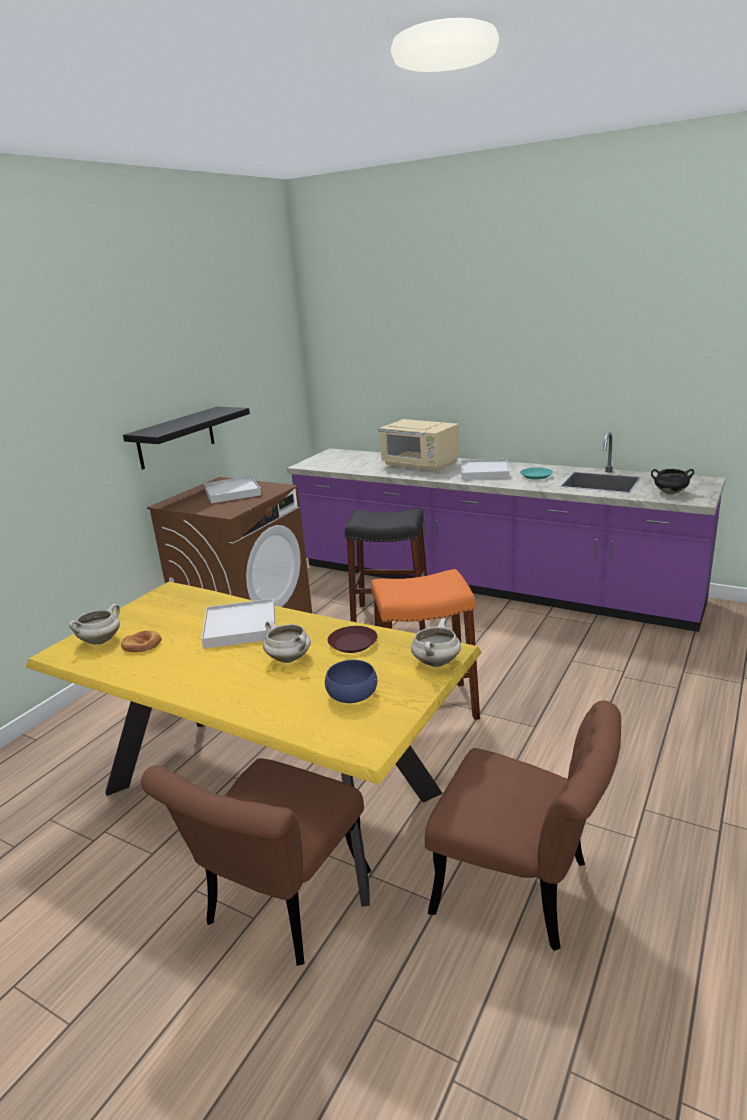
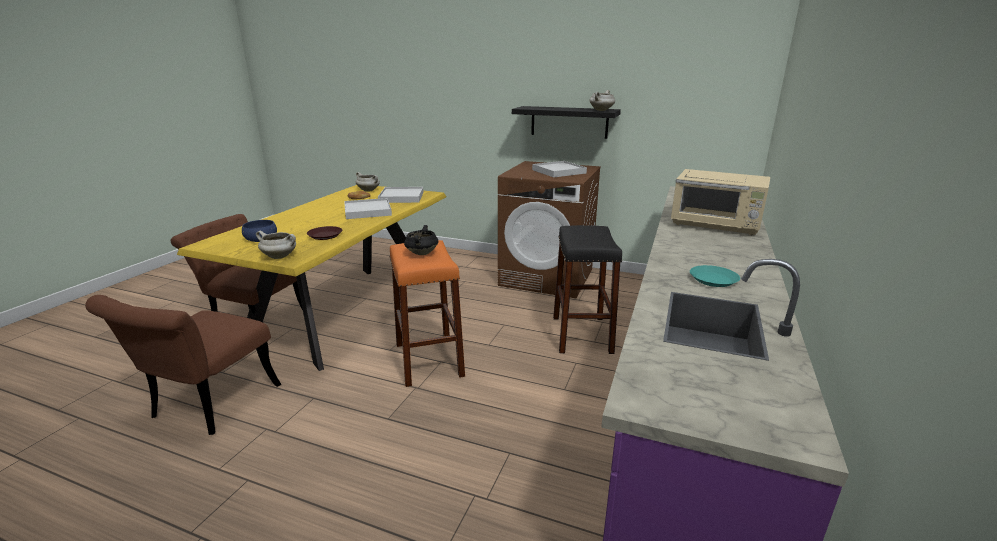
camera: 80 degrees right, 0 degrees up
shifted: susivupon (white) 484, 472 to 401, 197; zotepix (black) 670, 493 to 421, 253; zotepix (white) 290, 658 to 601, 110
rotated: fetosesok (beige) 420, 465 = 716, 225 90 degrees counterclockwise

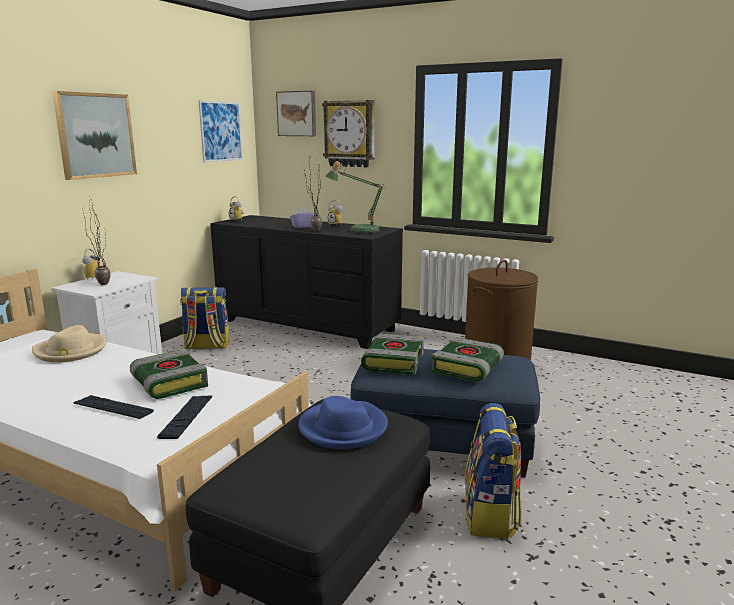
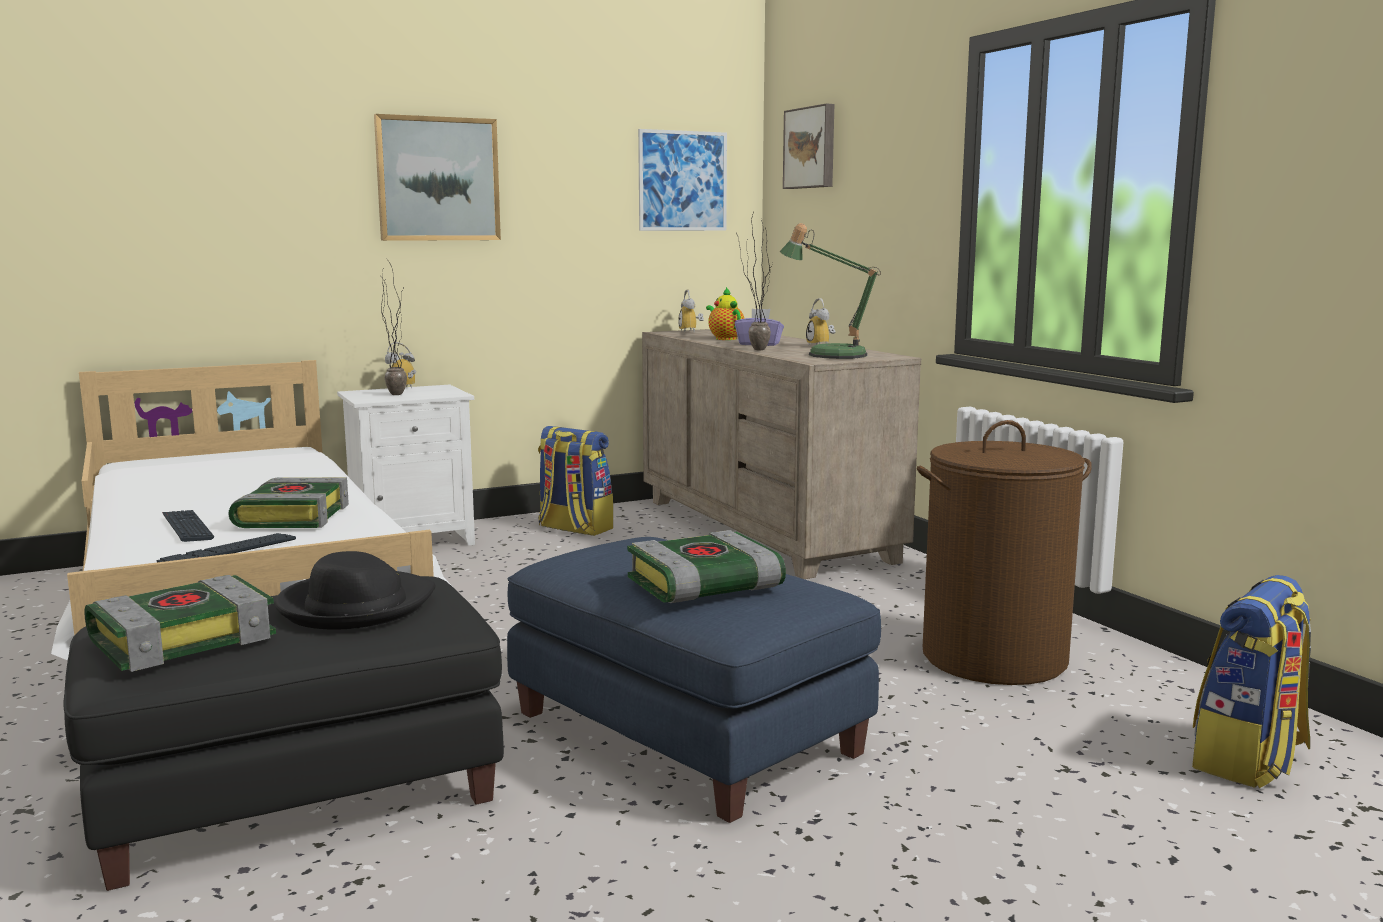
camera: 35 degrees right, 5 degrees down
gone: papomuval 350, 134; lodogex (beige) 70, 351
new: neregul 724, 338
shifted: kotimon 393, 361 to 184, 638; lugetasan 491, 515 to 1249, 760
repainted: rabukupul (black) 307, 325 to rabukupul (beige) 763, 530; lodogex (blue) 343, 428 to lodogex (black) 355, 606

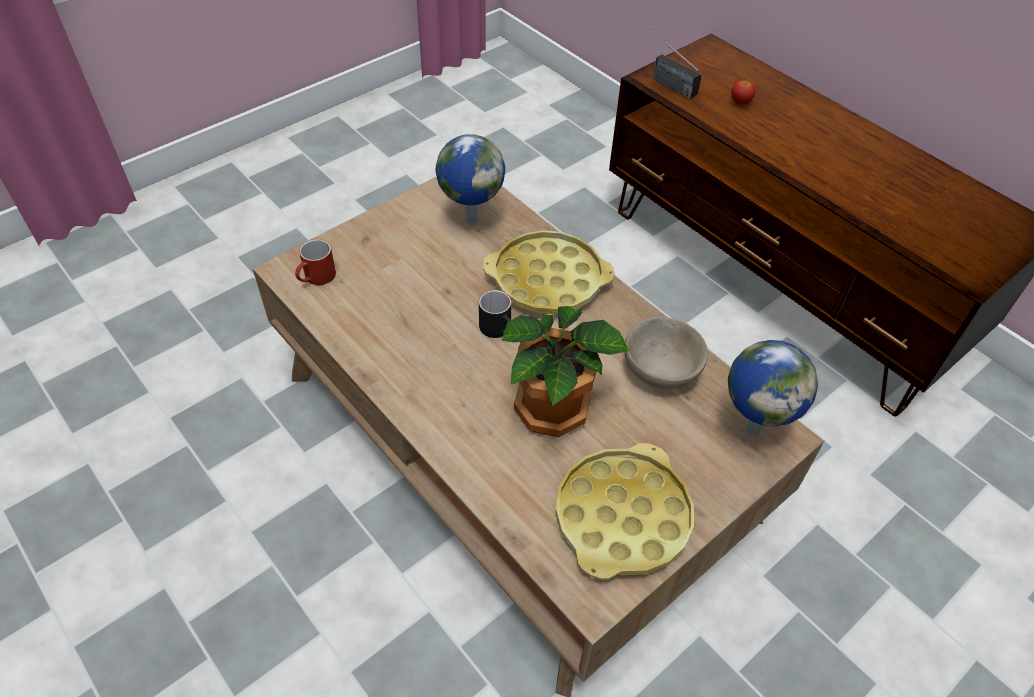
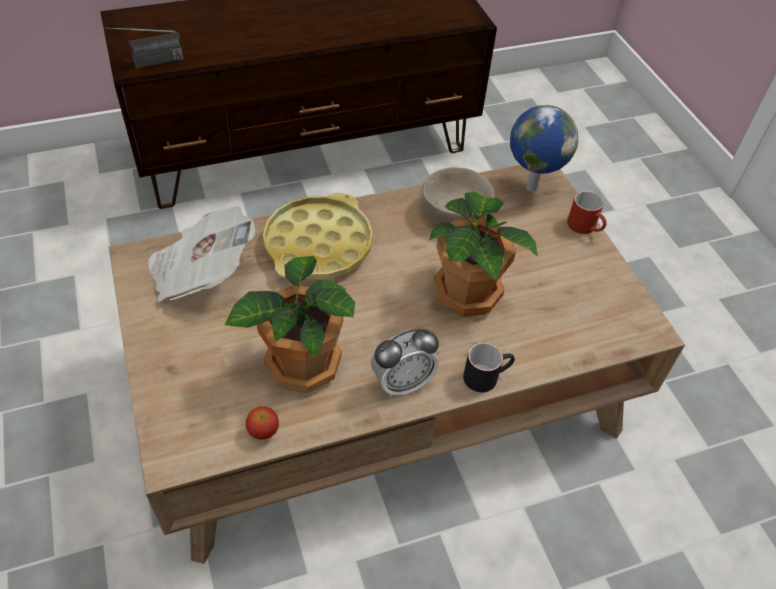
camera: 70 degrees left, 0 degrees up
gone: susivupon (yellow) 622, 517
new: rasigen 300, 364; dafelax 402, 382
shifted: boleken 740, 102 to 263, 431; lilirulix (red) 317, 278 to 586, 227; lilirulix (black) 499, 329 to 486, 376
swapped: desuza 470, 220 to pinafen 202, 273

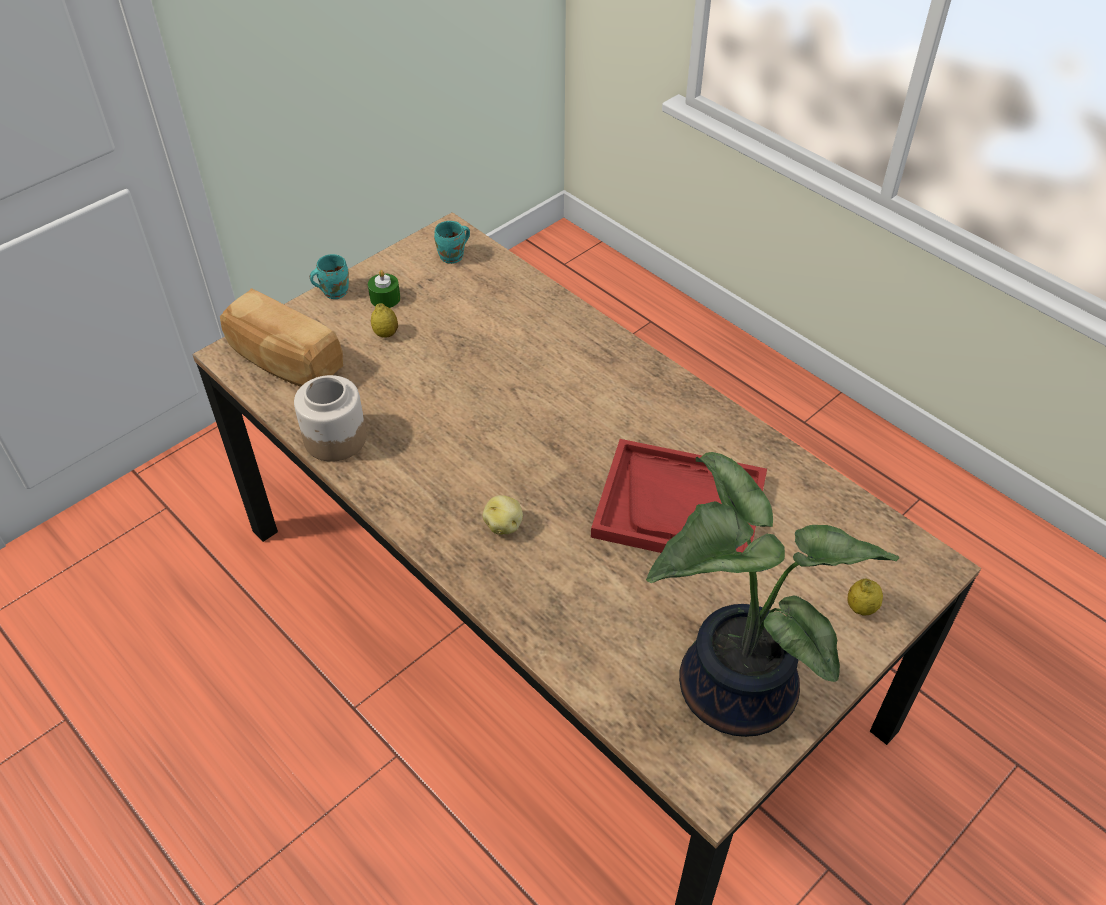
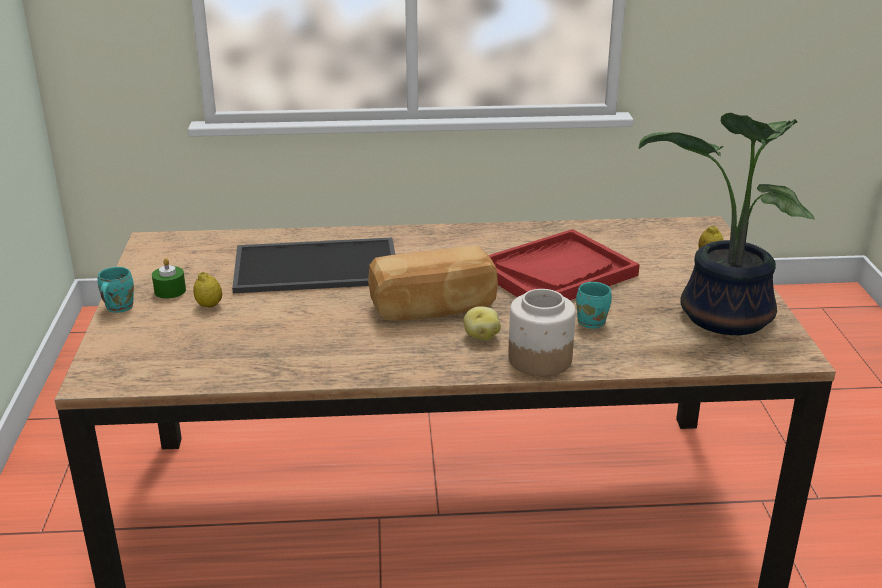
camera: 50 degrees left, 20 degrees down
new: susivupon 318, 265
shifted: lilirulix (turquoise) 454, 257 to 593, 322; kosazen 284, 361 to 434, 308; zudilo 334, 438 to 539, 359

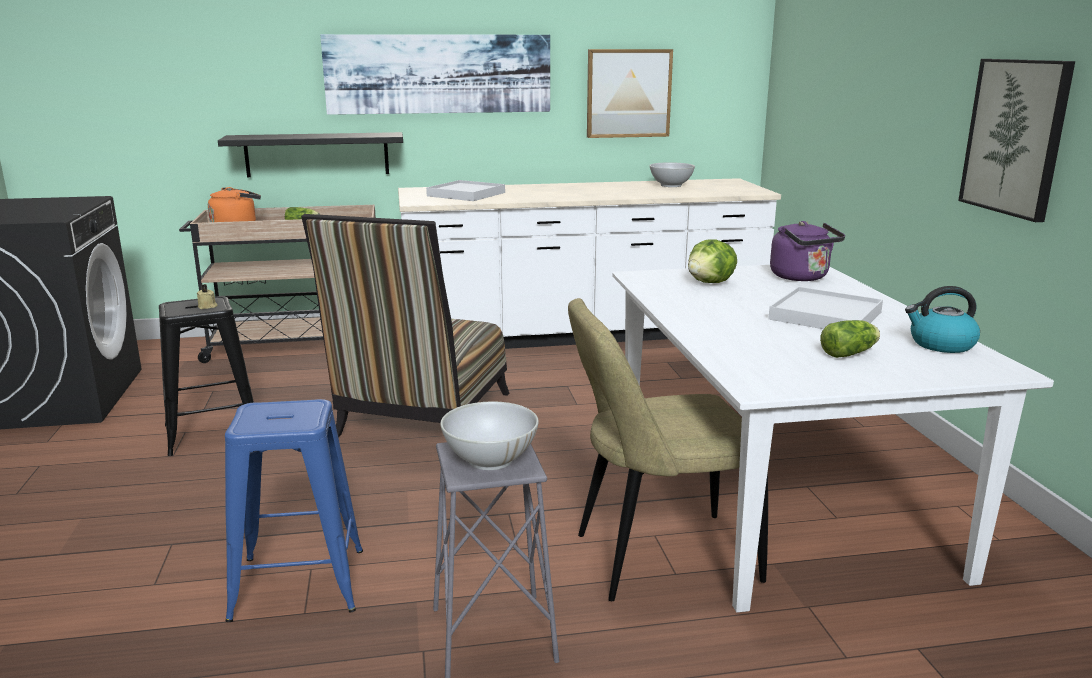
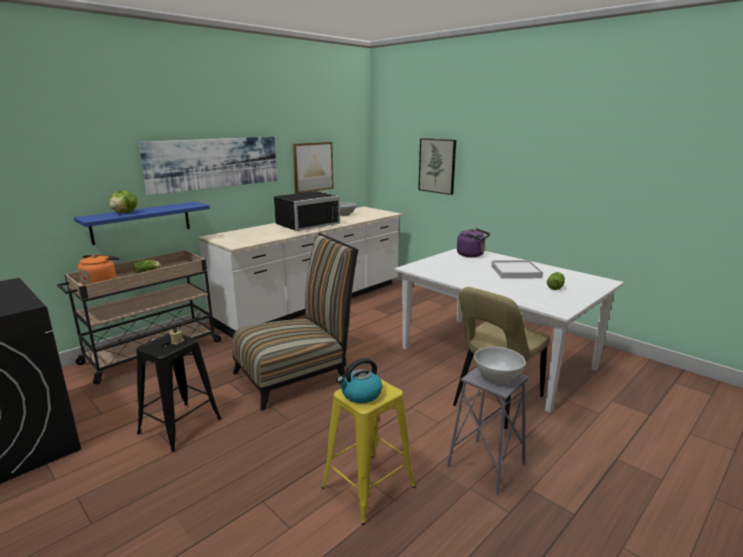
camera: 35 degrees left, 0 degrees up
gone: susivupon (white) 466, 194
new: fetosesok (black) 305, 224
shifted: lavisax 1016, 137 to 437, 166; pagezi 711, 283 to 125, 213; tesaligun 941, 344 to 360, 394
repainted: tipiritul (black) 317, 154 to tipiritul (blue) 141, 222; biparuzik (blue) 298, 584 to biparuzik (yellow) 368, 487
rotated: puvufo 420, 419 = 297, 374 105 degrees counterclockwise

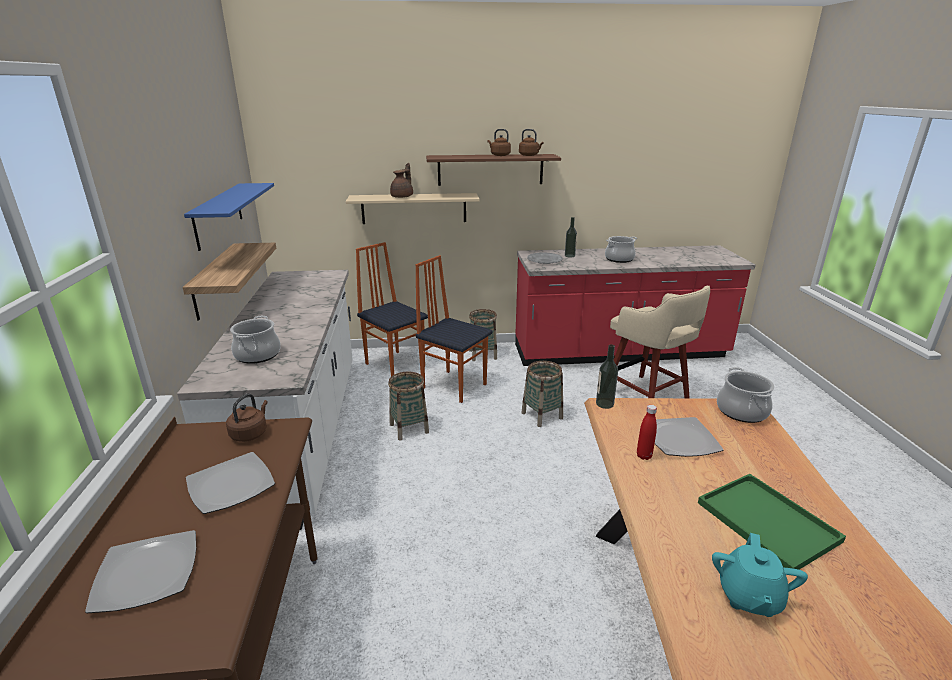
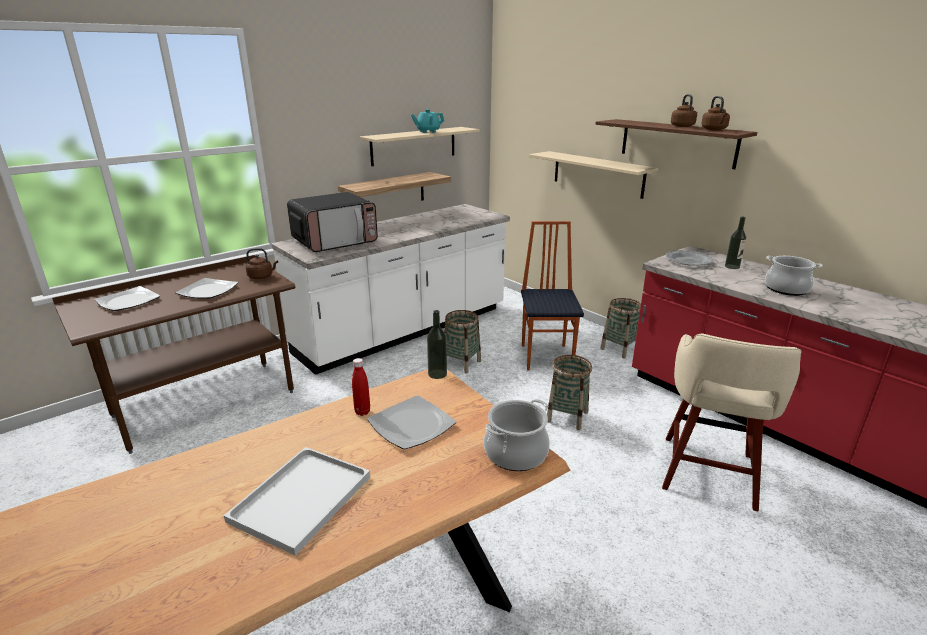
camera: 55 degrees right, 0 degrees up
gone: neregul (brown) 403, 196; puvufo 395, 364
shifted: neregul (turquoise) 749, 597 to 428, 131
swapped: zotepix 257, 355 to fetosesok 335, 241
repainted: tipiritul (blue) 218, 215 to tipiritul (beige) 414, 146; susivupon (green) 770, 522 to susivupon (white) 300, 500

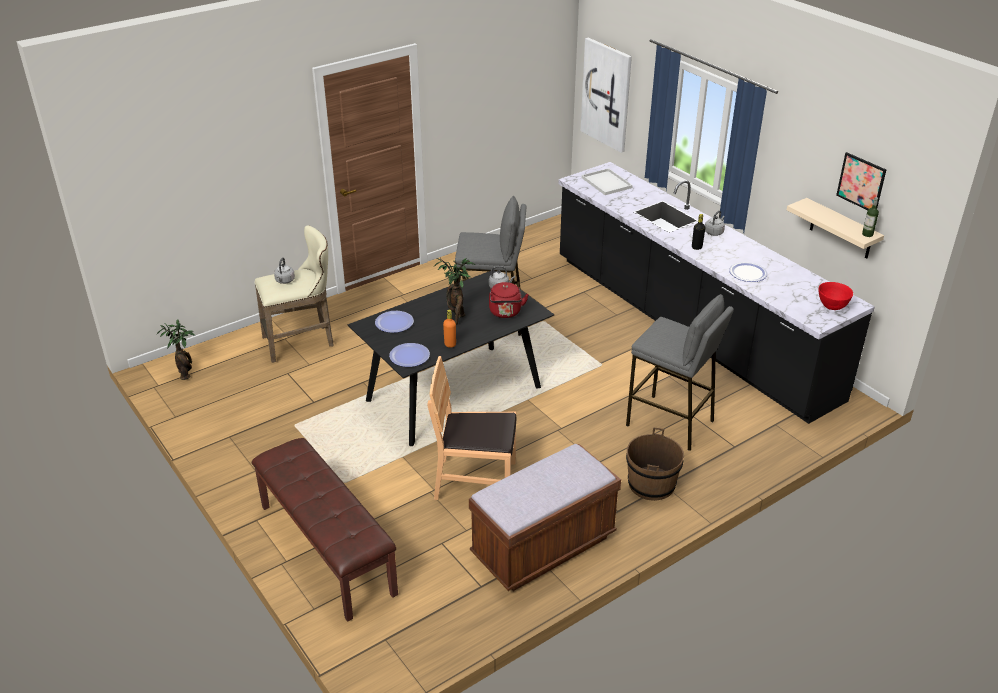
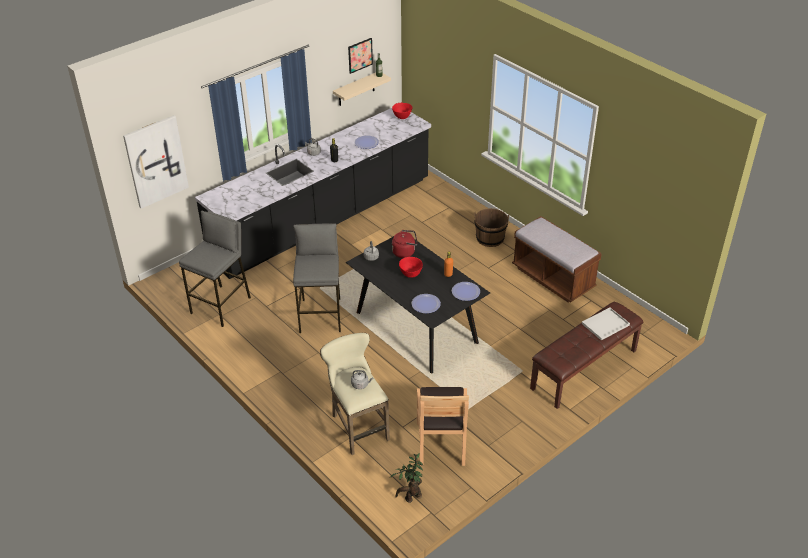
camera: 95 degrees left, 5 degrees up
shifted: susivupon (white) 607, 183 to 605, 324; biparuzik (grey) 670, 423 to 221, 305; puvufo (brown) 475, 481 to 441, 442
swapped: rasigen 457, 315 to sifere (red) 411, 274

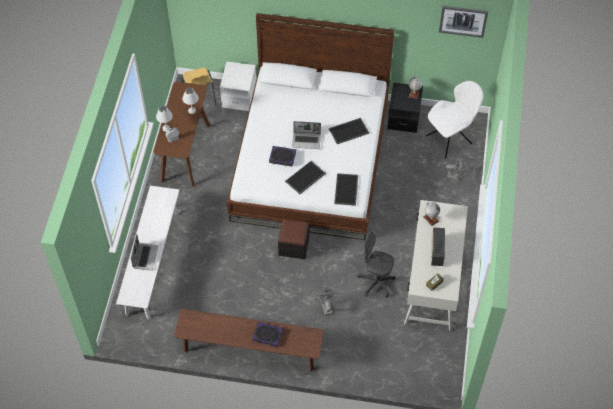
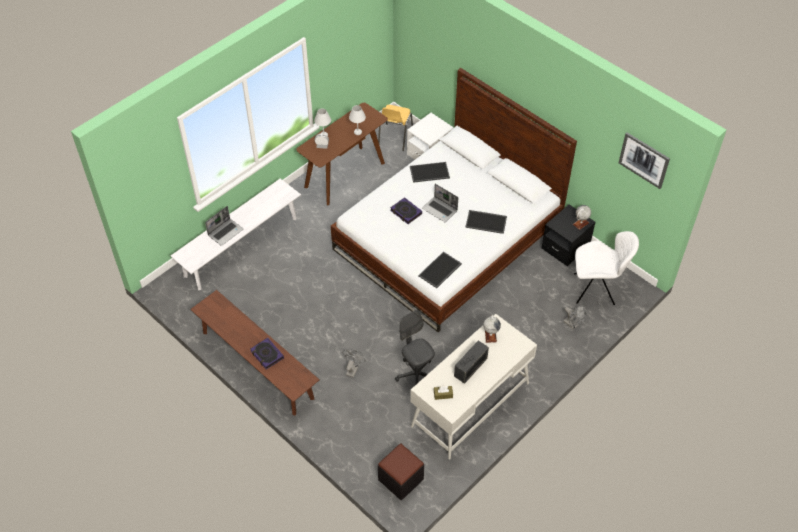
camera: 35 degrees right, 5 degrees down
shifted: susivupon 305, 178 to 429, 173; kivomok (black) 293, 246 to 400, 479

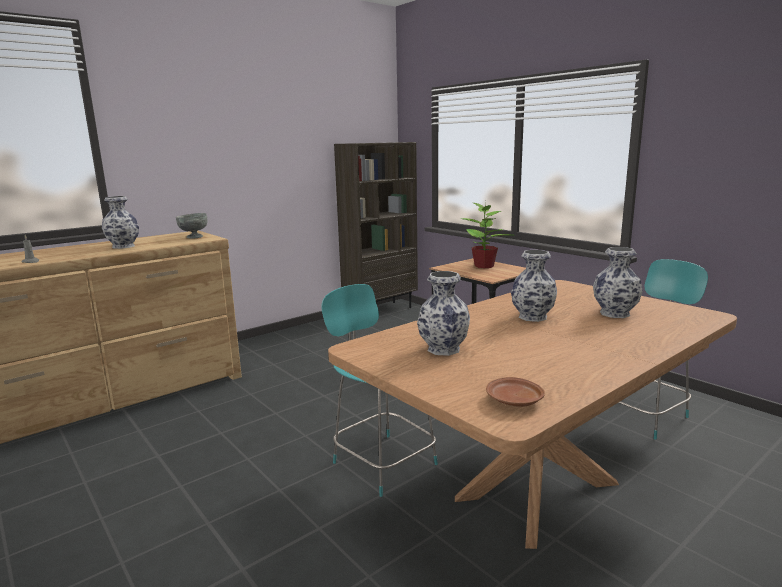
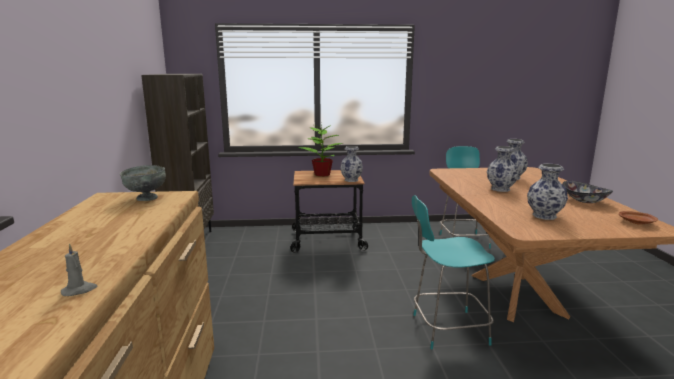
camera: 55 degrees left, 0 degrees up
new: sifere 585, 200
shifted: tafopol 123, 246 to 351, 180

